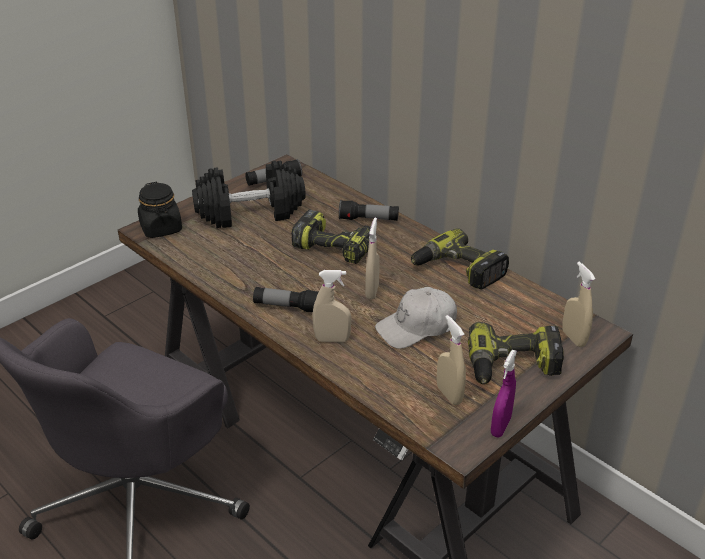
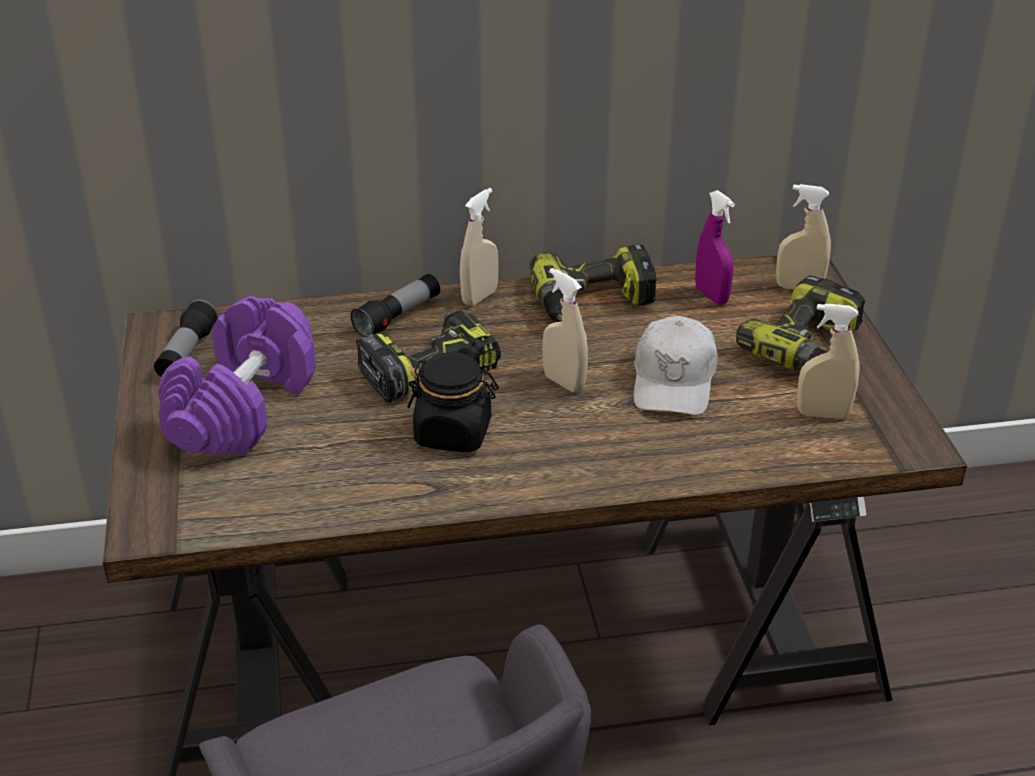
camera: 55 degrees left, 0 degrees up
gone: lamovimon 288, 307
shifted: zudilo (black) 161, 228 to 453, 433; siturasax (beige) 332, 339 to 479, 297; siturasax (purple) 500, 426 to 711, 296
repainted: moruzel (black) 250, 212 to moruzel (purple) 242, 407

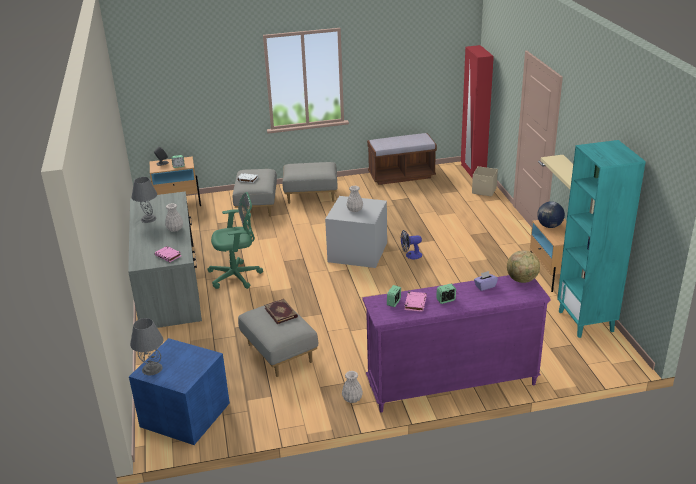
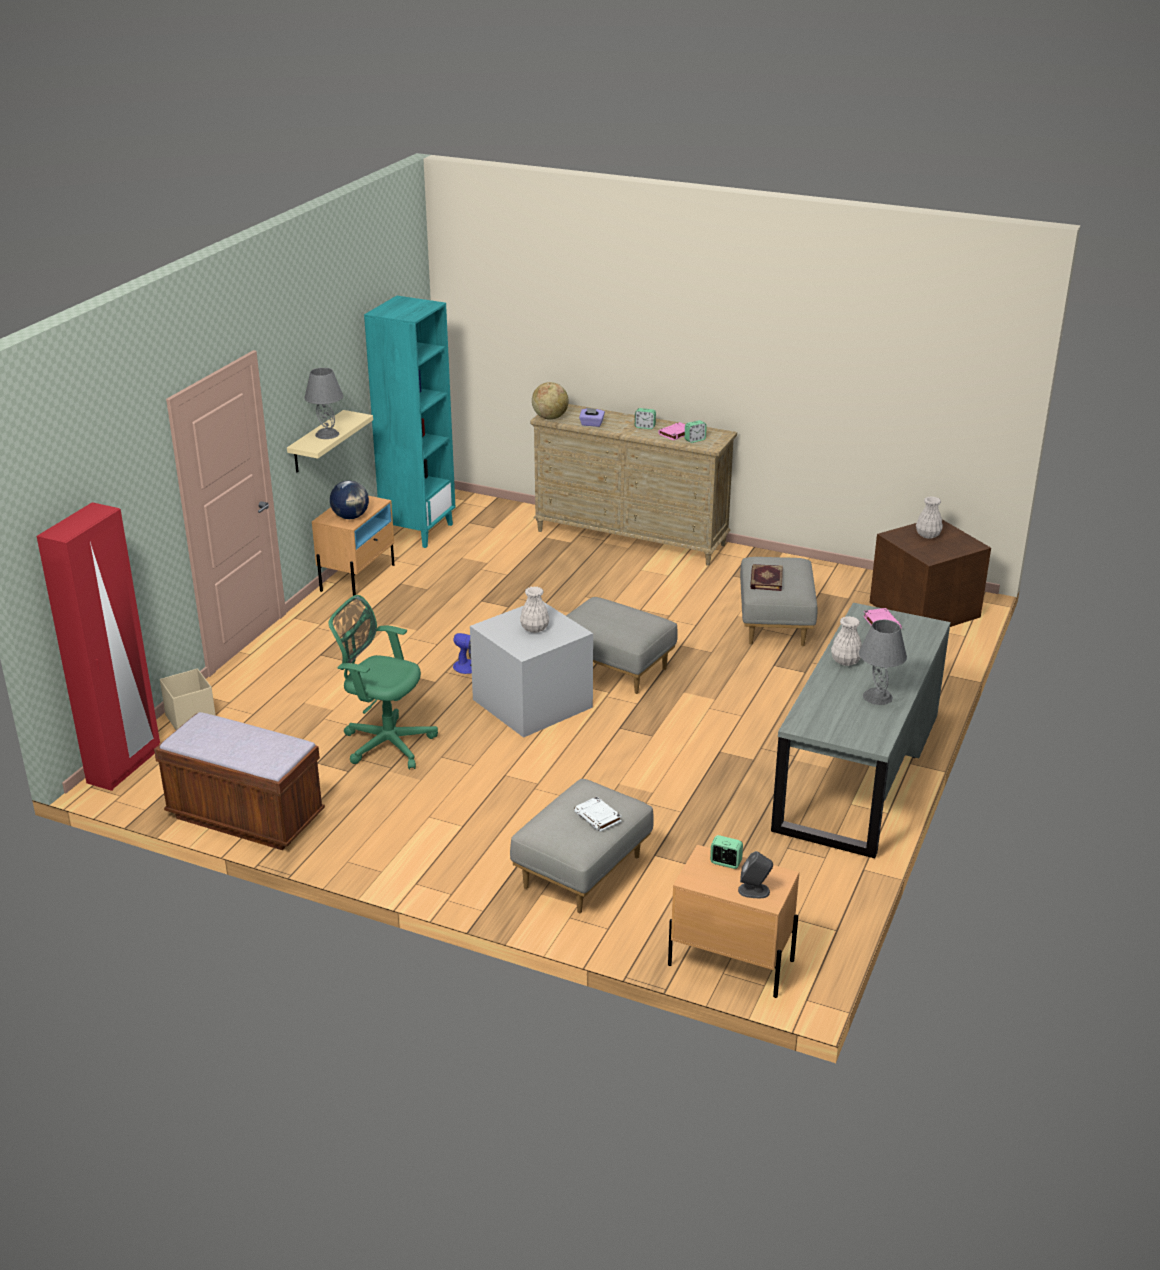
camera: 145 degrees left, 0 degrees up
shifted: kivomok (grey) 311, 195 to 613, 669; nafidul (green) 237, 276 to 385, 743; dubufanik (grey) 152, 368 to 326, 434; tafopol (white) 352, 398 to 928, 535
repainted: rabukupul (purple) 451, 384 to rabukupul (beige) 631, 538; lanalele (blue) 183, 415 to lanalele (brown) 926, 610

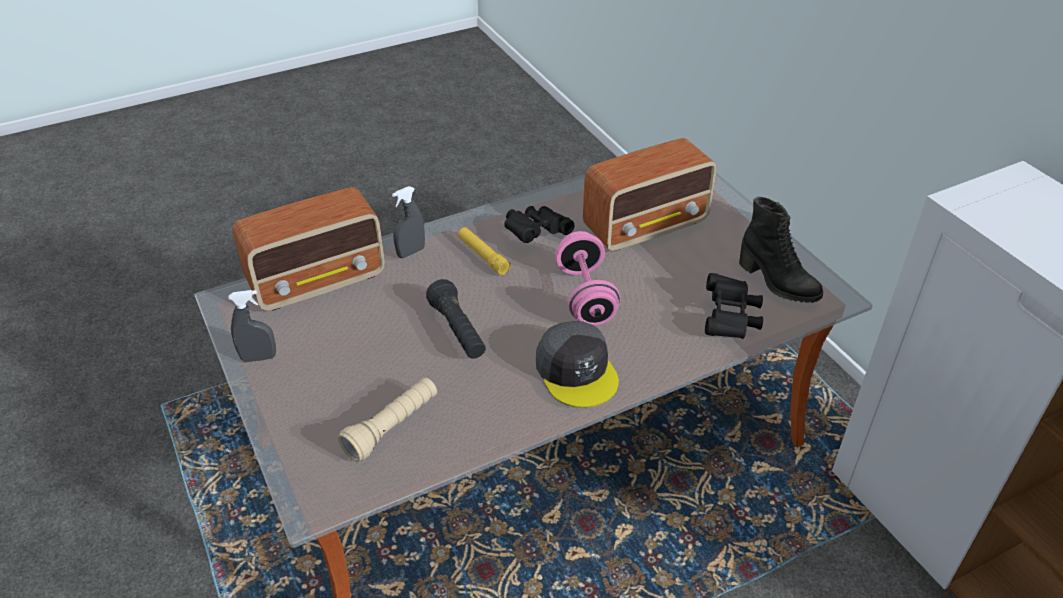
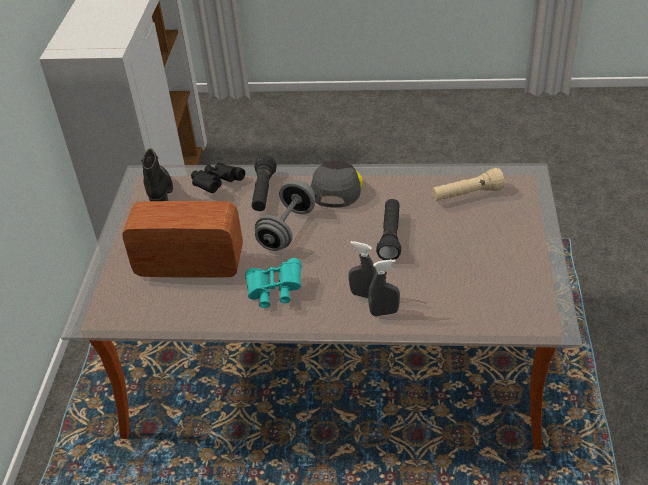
camera: 145 degrees left, 0 degrees up
gone: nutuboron 319, 281; lamovimon (yellow) 483, 256
new: lamovimon (black) 263, 192
shifted: siturasax (grey) 259, 358 to 364, 295
repainted: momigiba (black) 535, 233 to momigiba (turquoise) 274, 292; moruzel (pink) 585, 296 to moruzel (grey) 287, 229

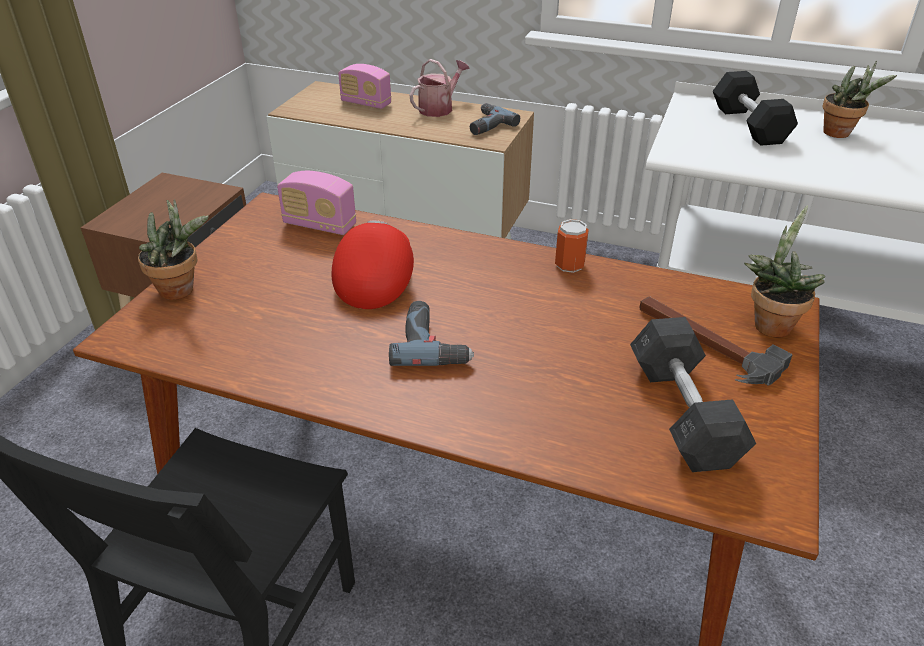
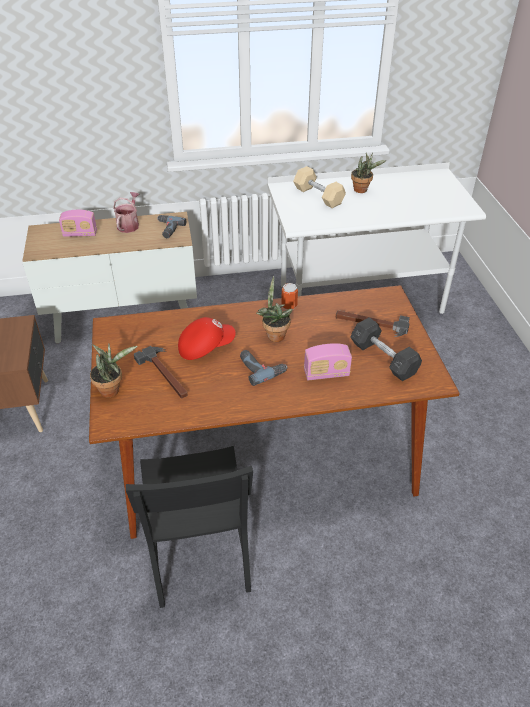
camera: 30 degrees left, 5 degrees up
new: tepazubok 165, 374
shifted: nutuboron 320, 225 to 326, 373; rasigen 770, 323 to 274, 334
repainted: moruzel (black) 749, 125 to moruzel (beige) 318, 196
rotated: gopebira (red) 375, 280 = 205, 347 90 degrees clockwise

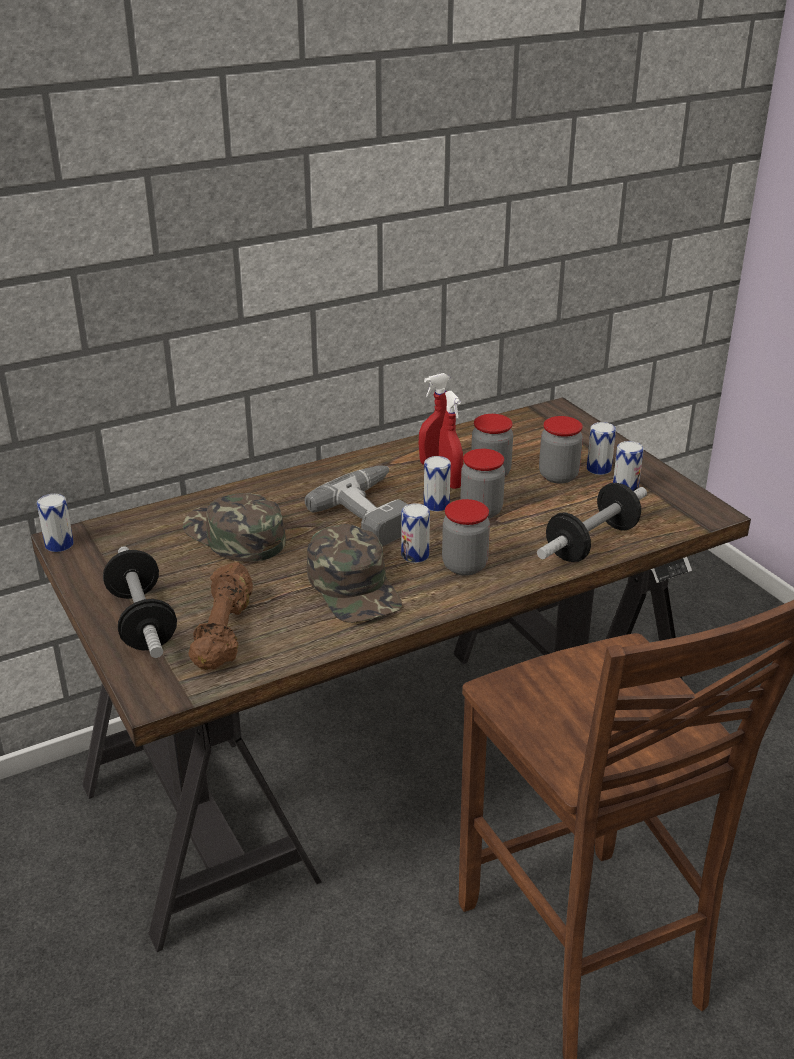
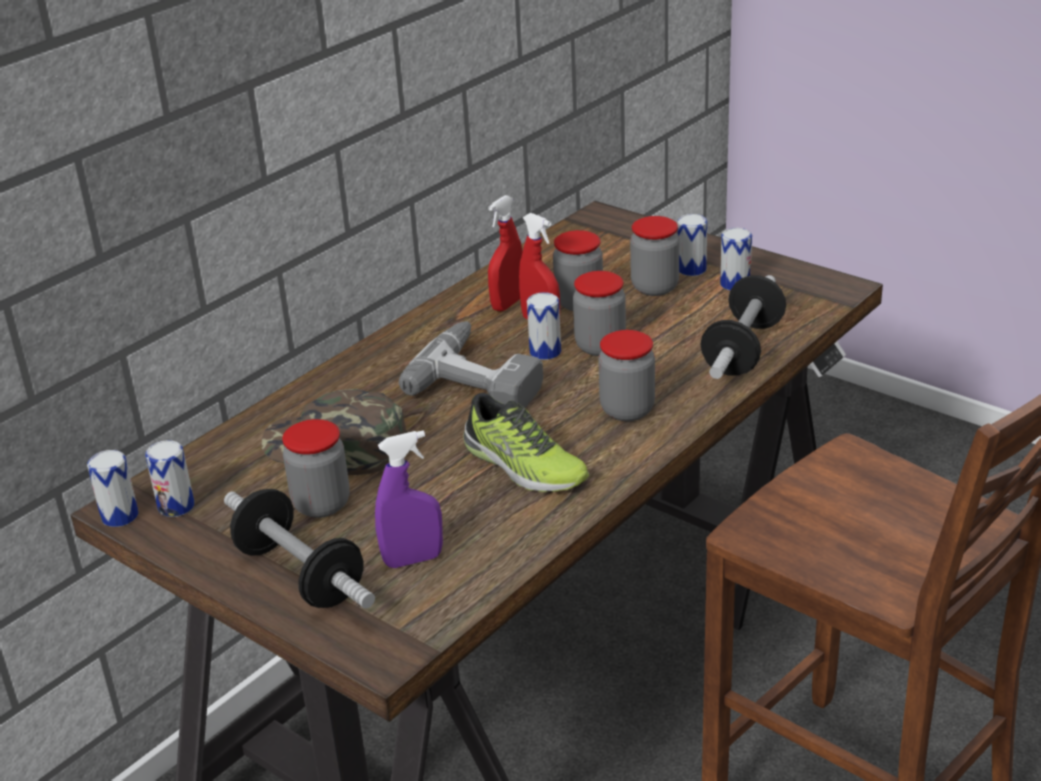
camera: 20 degrees left, 0 degrees up
new: zudilo 321, 504
shifted: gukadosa 415, 555 to 176, 506
swapped: gopebira (green) 354, 587 to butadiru 523, 466; moruzel (brown) 225, 633 to siturasax (purple) 413, 559

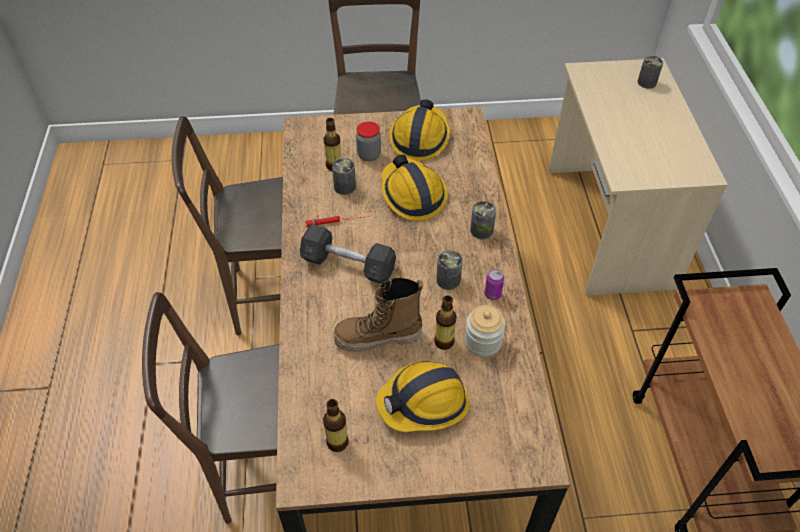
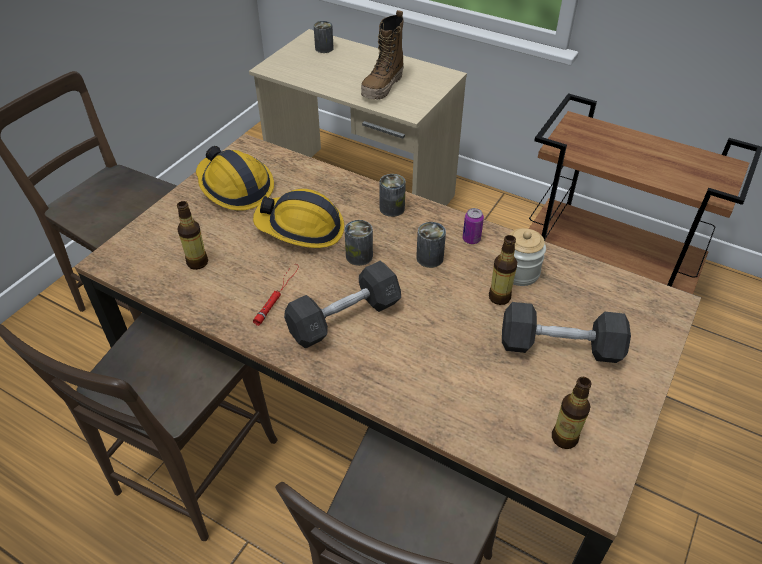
camera: 55 degrees left, 5 degrees down
gone: zudilo 369, 155
shifted: gukadosa 345, 187 to 359, 256; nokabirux 378, 338 to 383, 87
swapped: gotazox 424, 403 to moruzel (grey) 560, 346

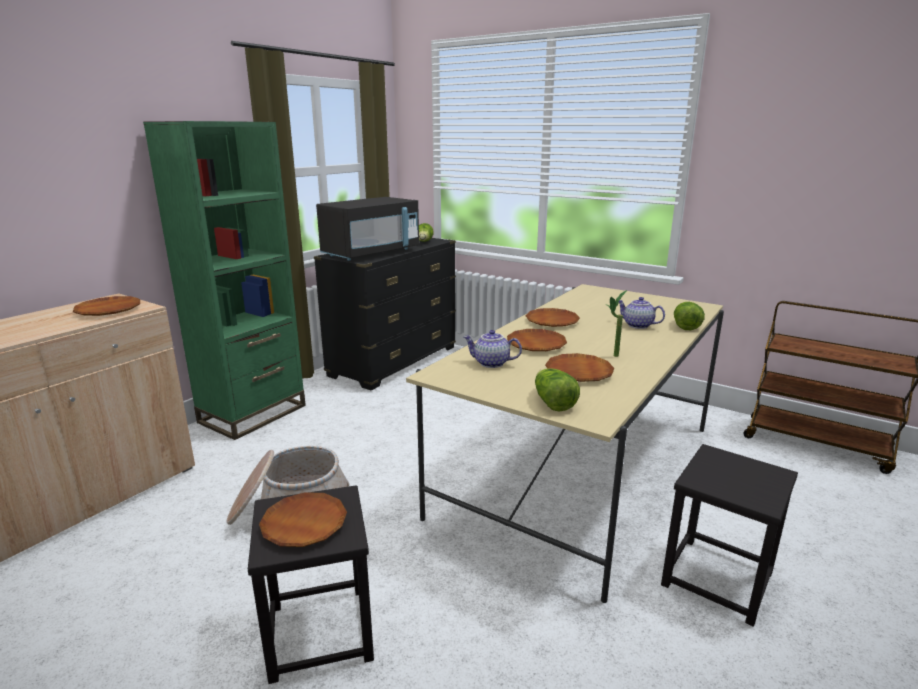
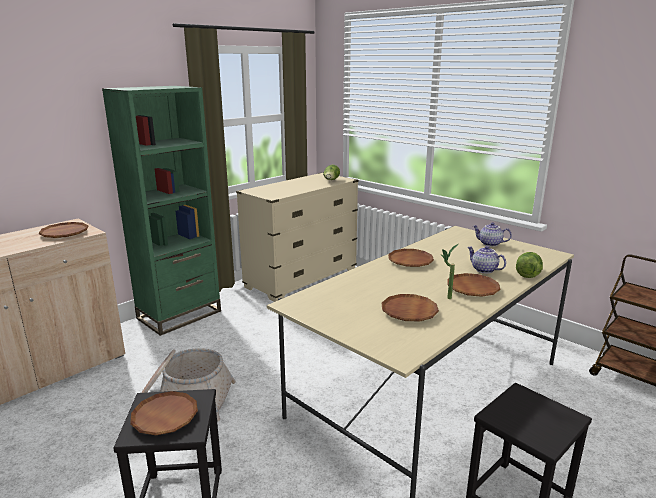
camera: 10 degrees right, 0 degrees up
gone: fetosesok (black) 371, 253; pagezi 553, 402
shifted: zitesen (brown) 536, 344 to 472, 288; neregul 491, 363 to 489, 244
repainted: rabukupul (black) 394, 362 to rabukupul (beige) 302, 278

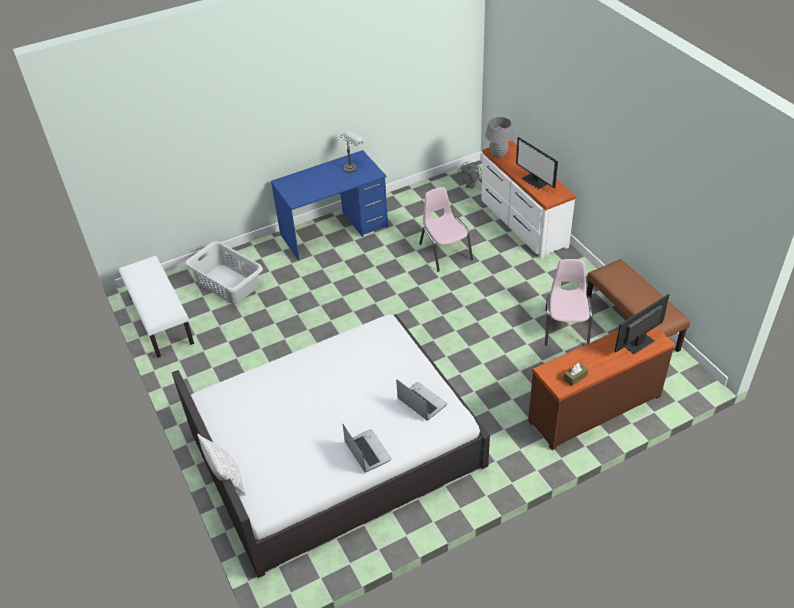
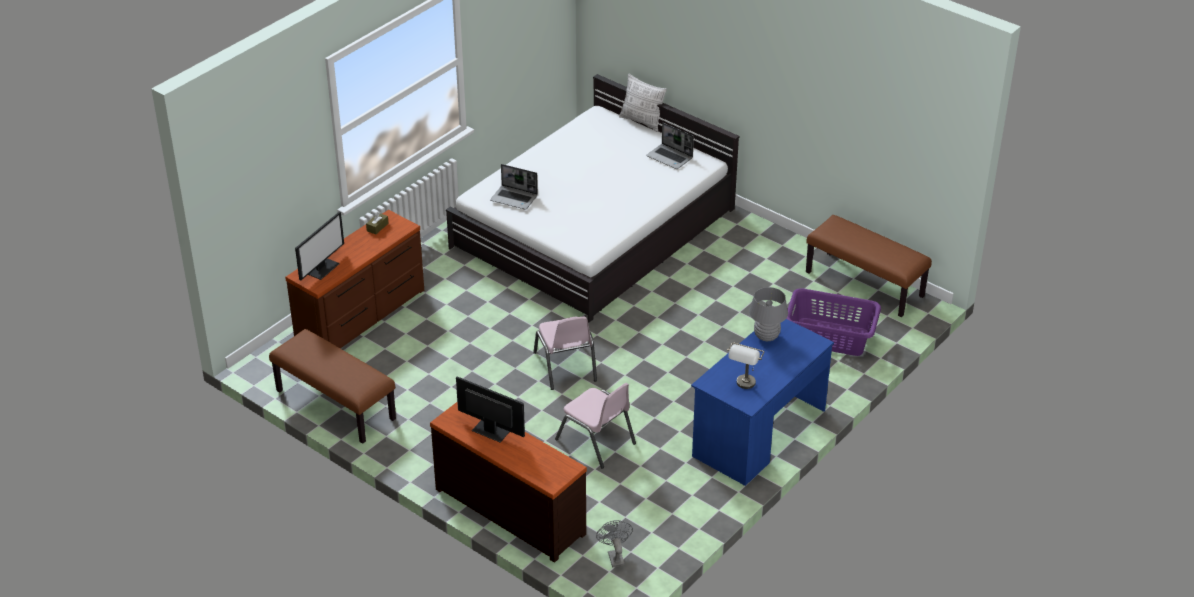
camera: 155 degrees right, 5 degrees down
shifted: dubufanik (grey) 498, 154 to 766, 337; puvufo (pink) 566, 328 to 565, 367; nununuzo 367, 451 to 670, 157
repainted: rabukupul (white) 522, 223 to rabukupul (brown) 511, 510; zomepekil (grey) 228, 284 to zomepekil (purple) 830, 337; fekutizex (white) 160, 320 to fekutizex (brown) 865, 284

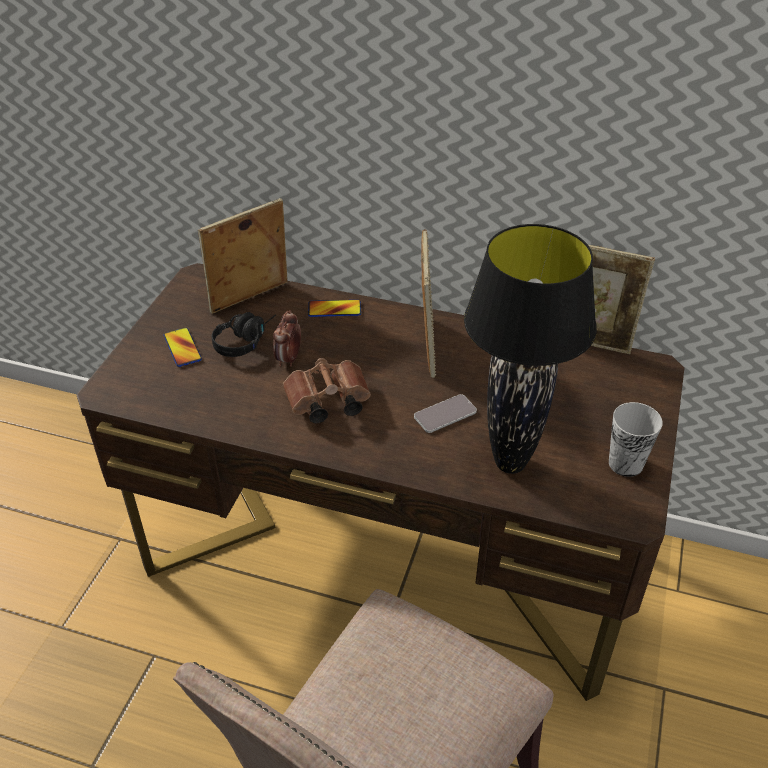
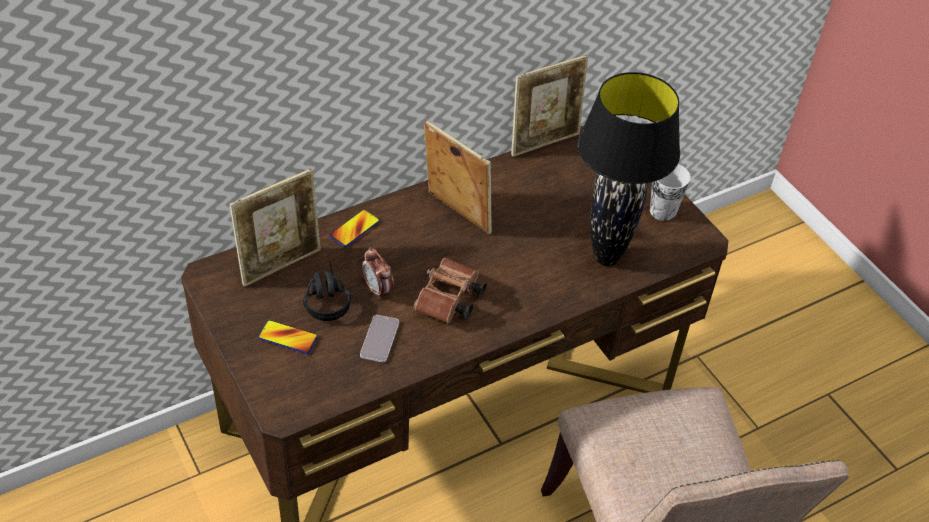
camera: 50 degrees left, 5 degrees up
shifted: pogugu 445, 414 to 379, 339
rotated: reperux 250, 300 = 281, 264 135 degrees counterclockwise

